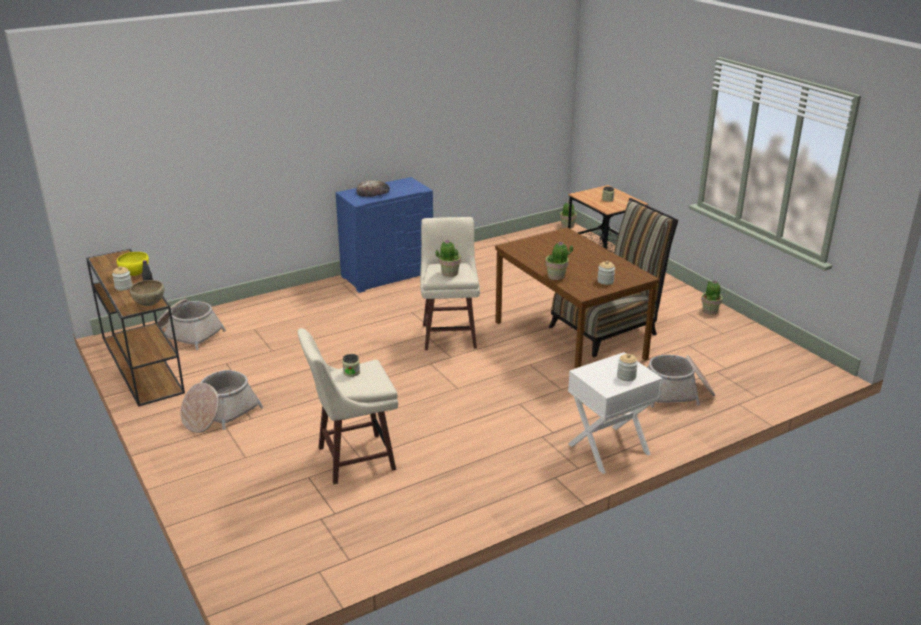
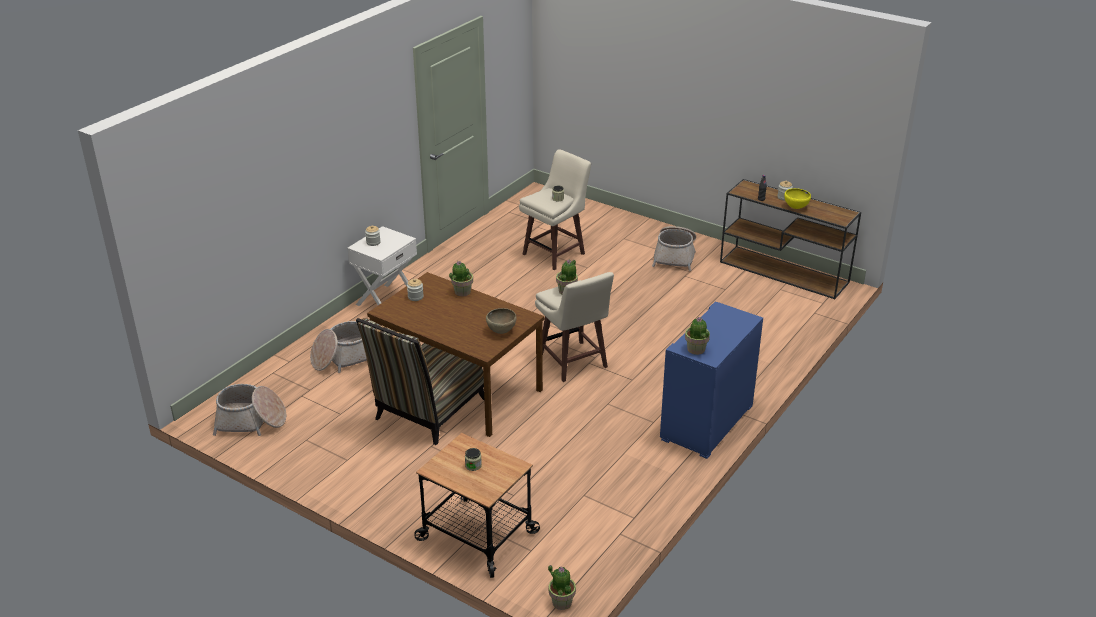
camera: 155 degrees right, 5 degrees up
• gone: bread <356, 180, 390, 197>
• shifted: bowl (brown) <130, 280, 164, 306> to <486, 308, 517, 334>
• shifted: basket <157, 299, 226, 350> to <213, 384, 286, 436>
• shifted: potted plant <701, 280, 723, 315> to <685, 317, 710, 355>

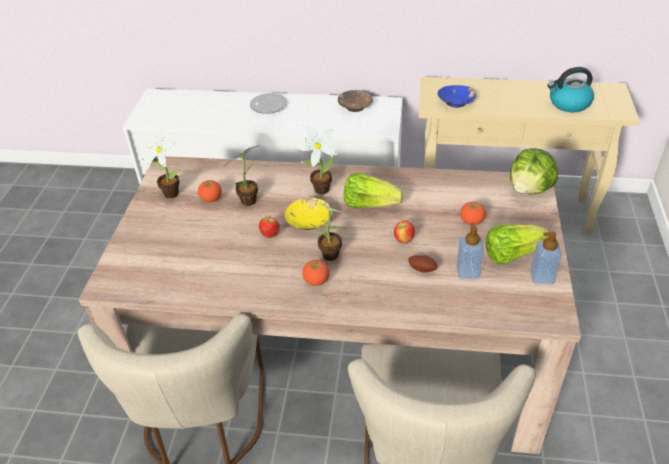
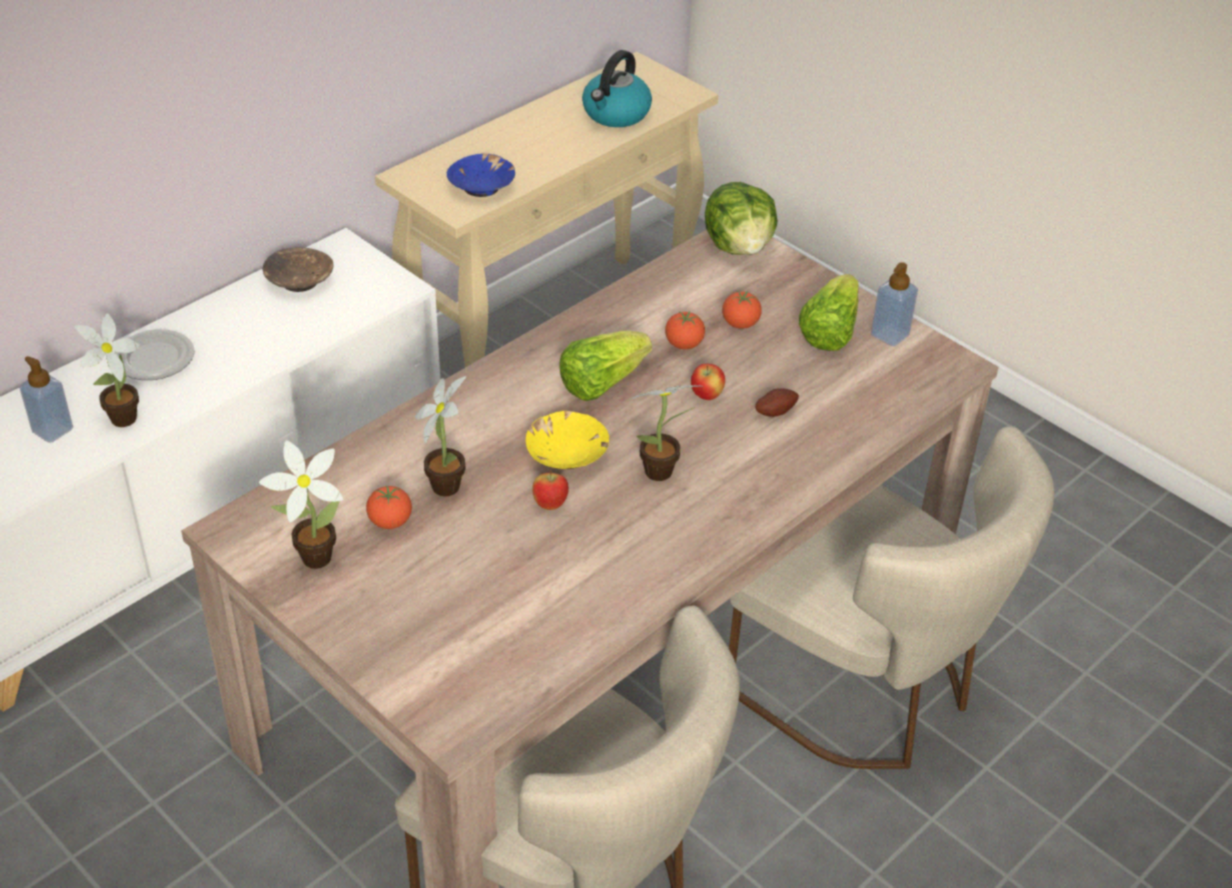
camera: 55 degrees left, 0 degrees up
• shifted: potted plant <296, 126, 338, 195> to <75, 313, 140, 427>
• shifted: tomato <302, 260, 329, 286> to <665, 311, 705, 349>
• shifted: soap dispenser <456, 223, 484, 279> to <19, 356, 73, 443>

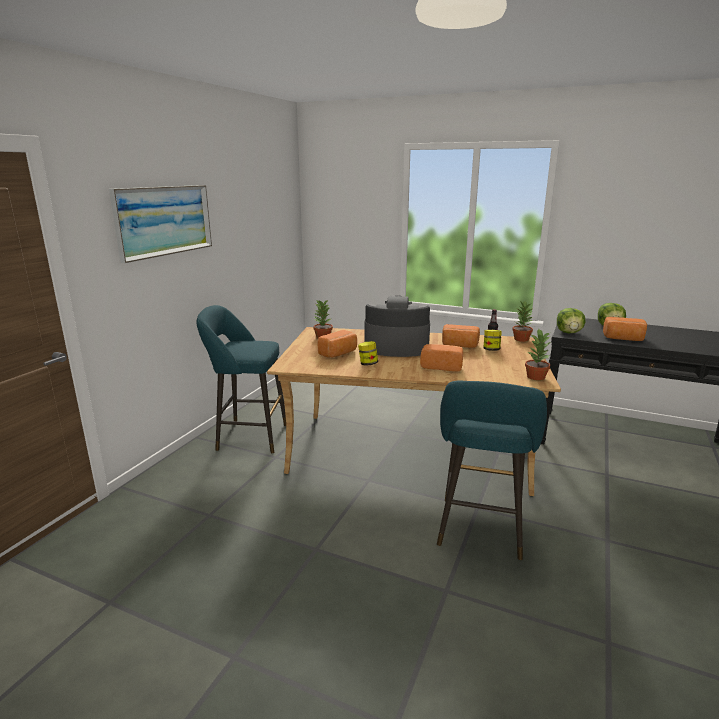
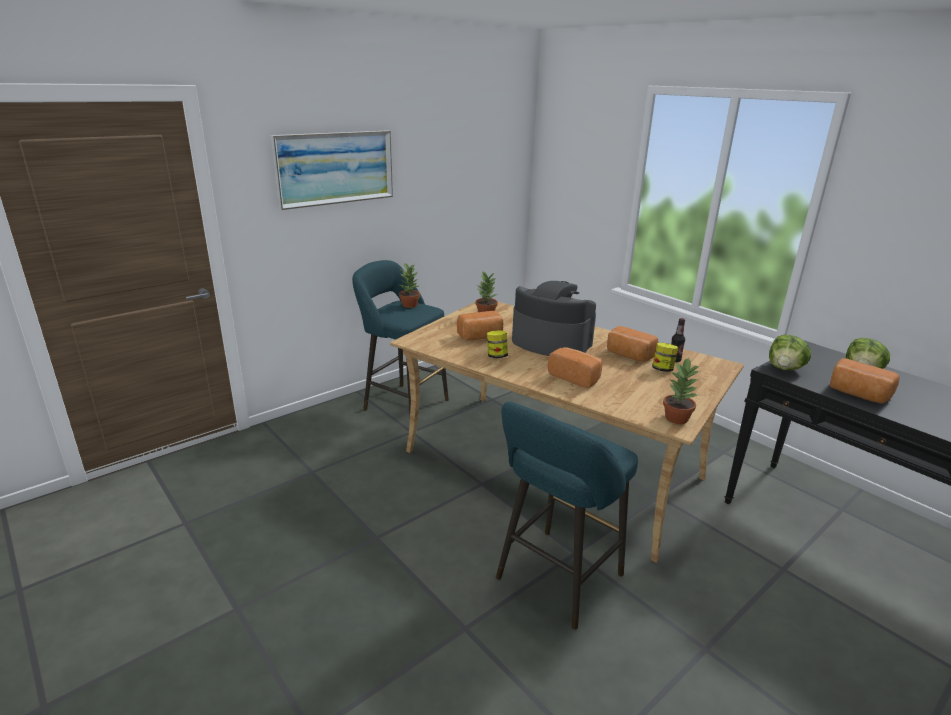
camera: 25 degrees right, 5 degrees up
• shifted: potted plant <512, 301, 533, 342> to <399, 263, 420, 308>

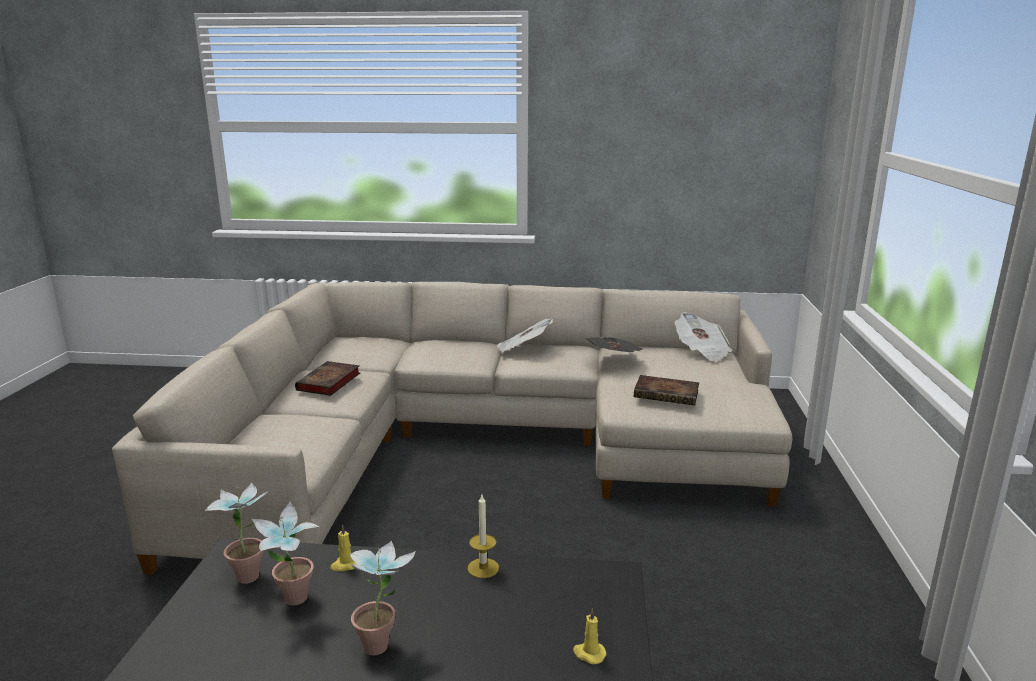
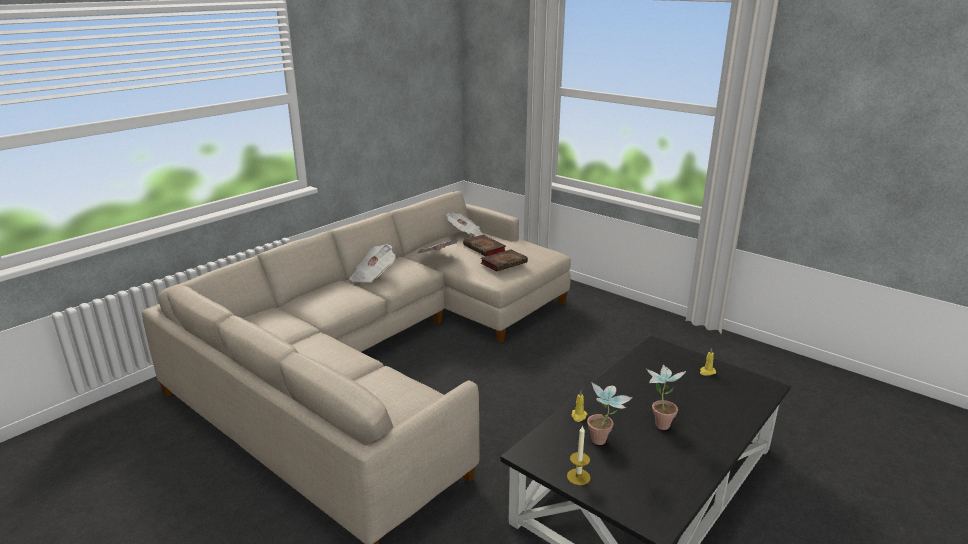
camera: 55 degrees left, 5 degrees up
• gone: potted plant <205, 483, 268, 584>
• shifted: book <295, 361, 360, 396> to <463, 235, 506, 256>
• shifted: candle <467, 495, 499, 578> to <567, 425, 591, 485>

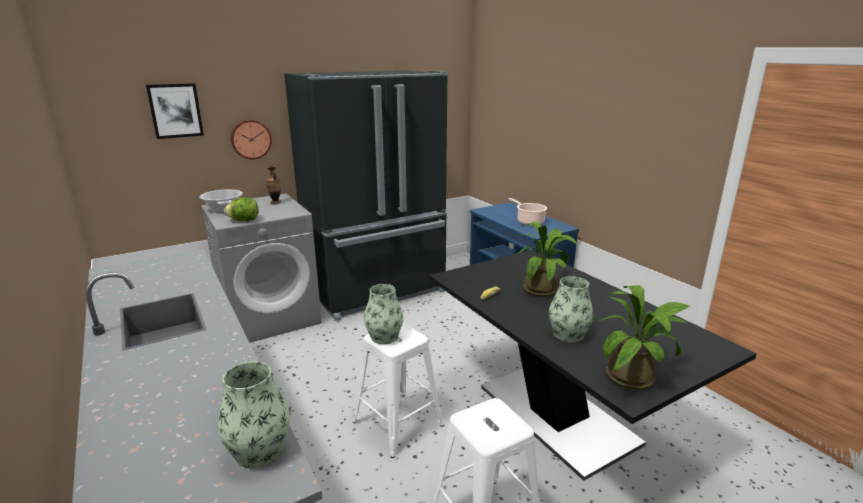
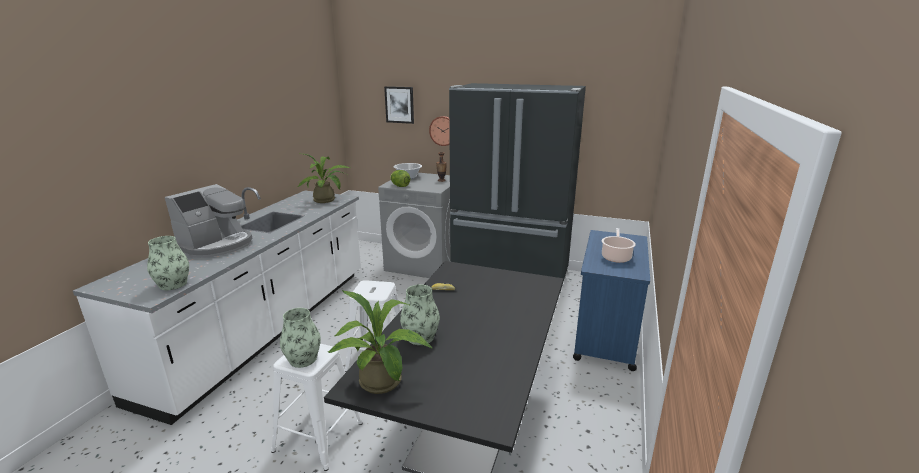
camera: 50 degrees right, 0 degrees up
• new: coffee machine <165, 184, 252, 258>
• shifted: vase <364, 284, 403, 344> to <280, 308, 321, 368>
• shifted: potted plant <516, 222, 577, 297> to <297, 154, 350, 203>

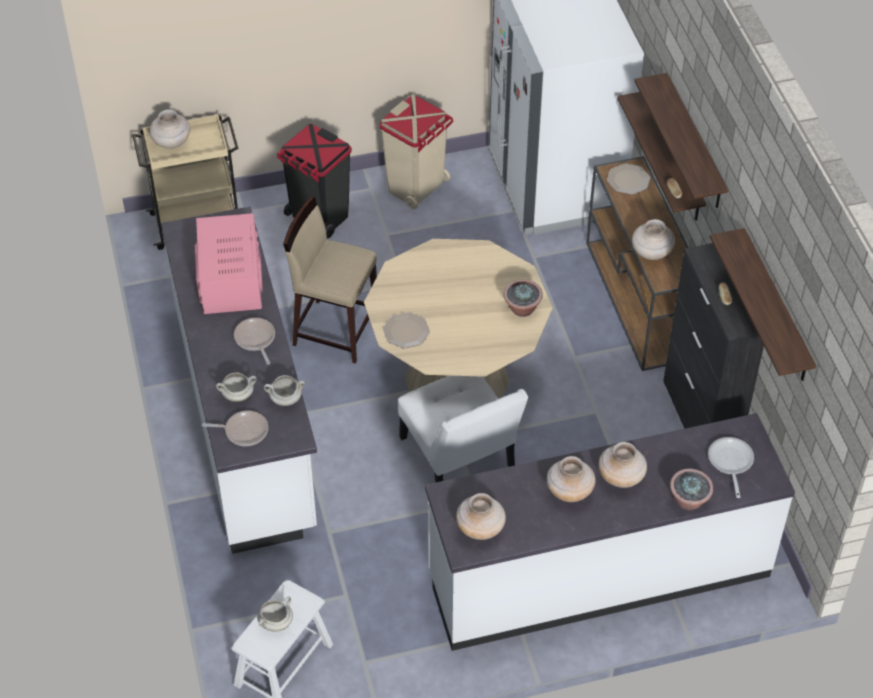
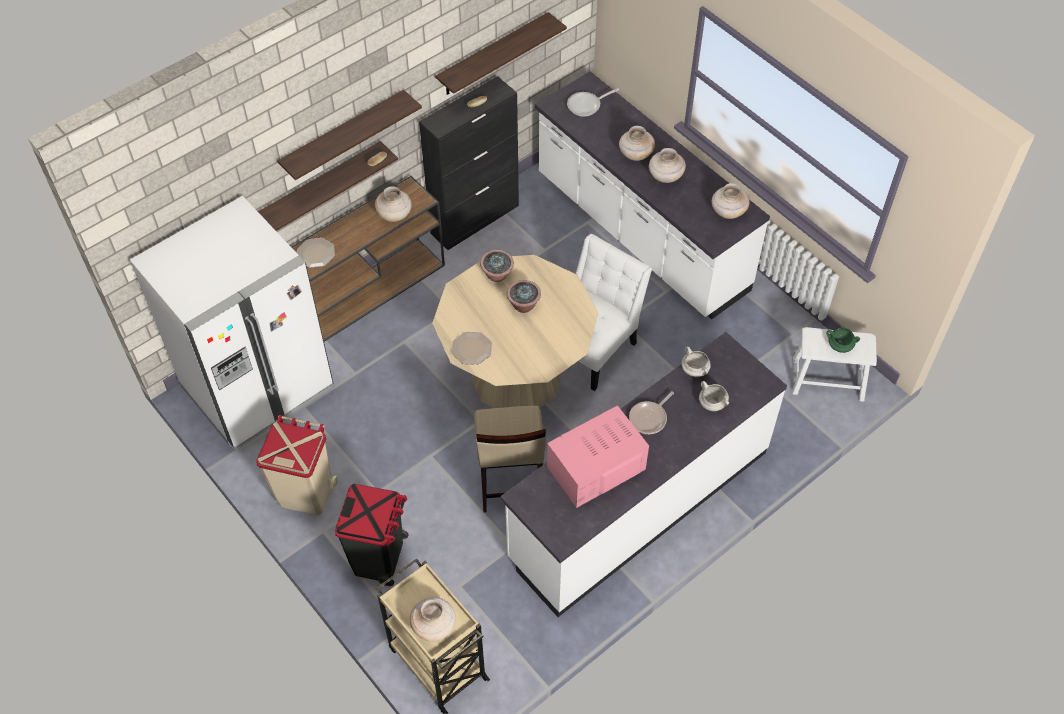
camera: 115 degrees left, 5 degrees up
• gone: frying pan <201, 411, 268, 446>
• shifted: plate <383, 312, 430, 349> to <452, 332, 492, 365>
• shifted: potted plant <670, 469, 713, 510> to <507, 280, 541, 313>
• repainted: cooking pot (white) <257, 596, 293, 632> to cooking pot (green) <827, 327, 860, 353>

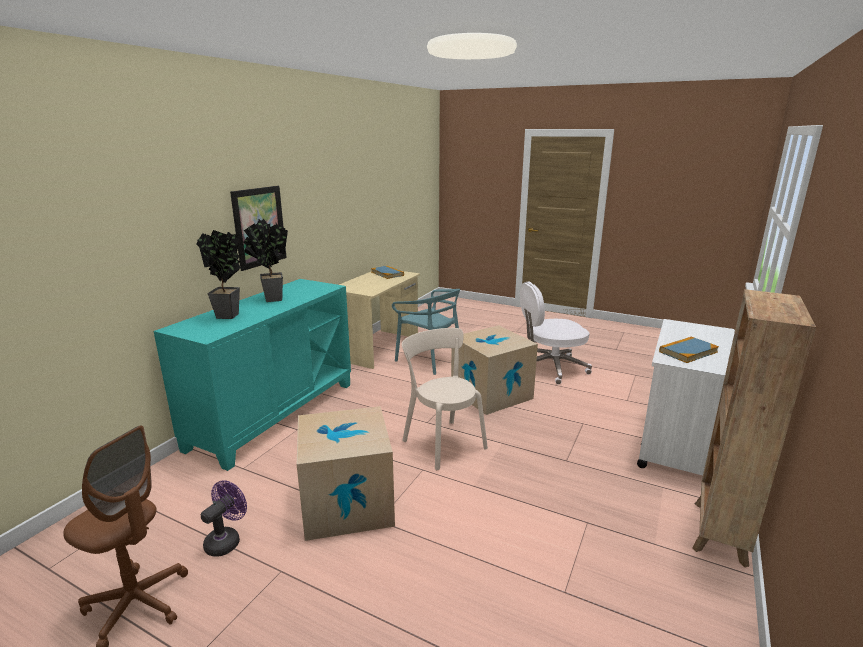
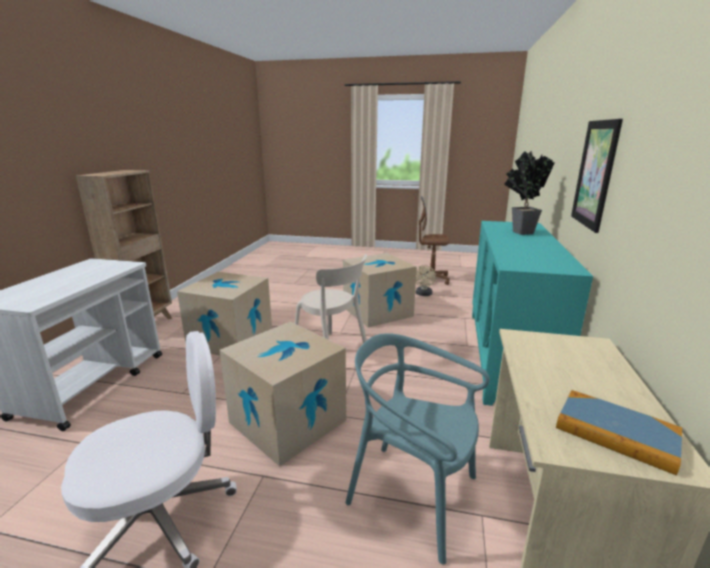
camera: 165 degrees right, 0 degrees up
• gone: potted plant <243, 219, 288, 302>
• gone: book <659, 337, 719, 363>
• new: cardboard box <177, 272, 272, 356>
• repainted: fan (purple) <201, 480, 247, 557> to fan (beige) <416, 265, 436, 296>

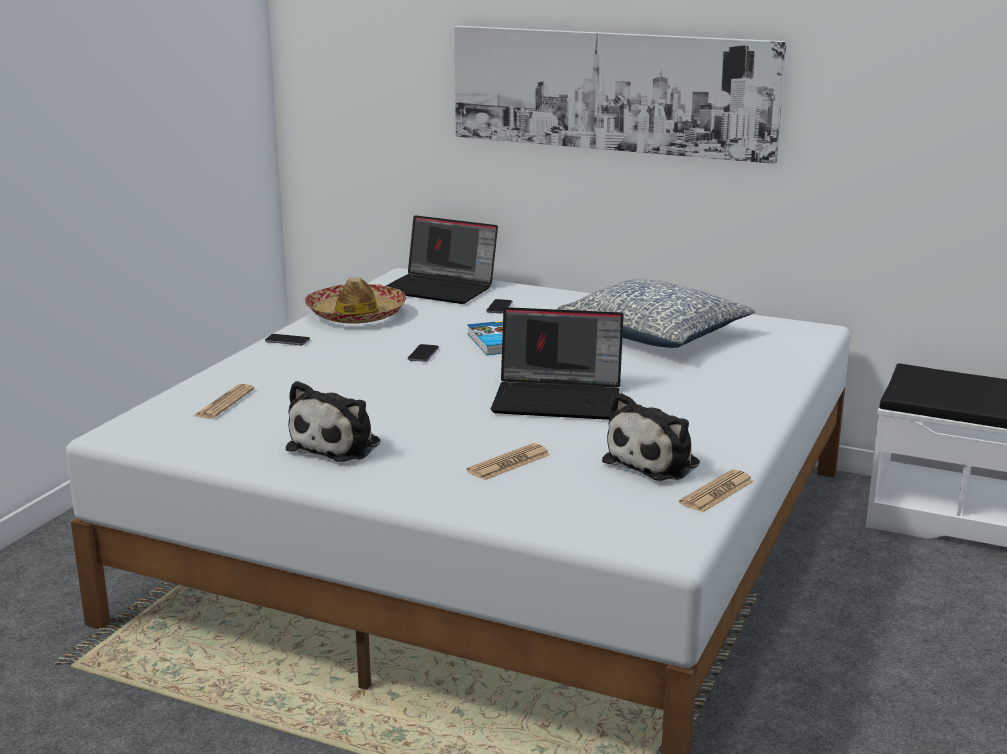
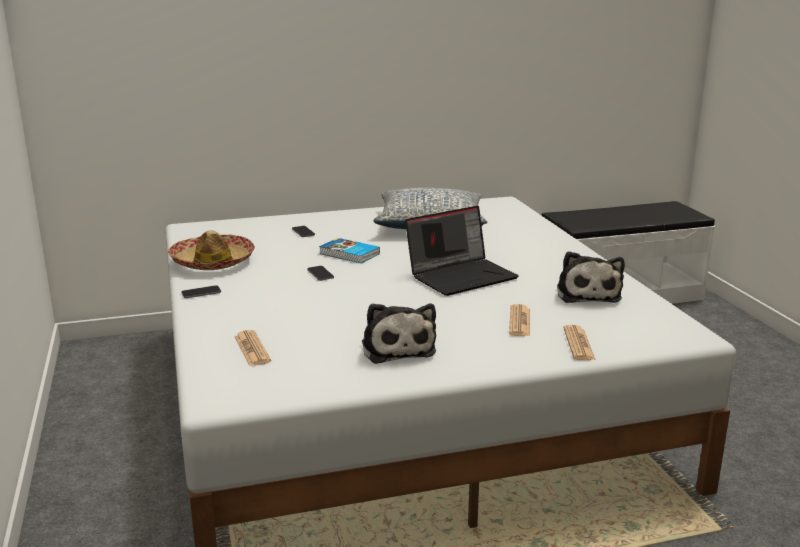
camera: 40 degrees left, 0 degrees up
• gone: laptop <385, 215, 498, 304>
• gone: picture <454, 26, 786, 164>
• shifted: newspaper <679, 469, 754, 512> to <563, 325, 596, 360>

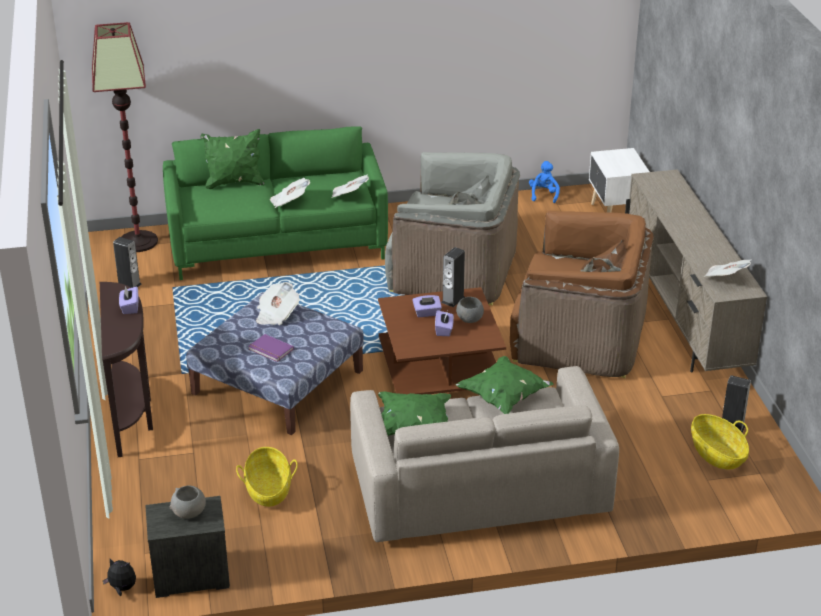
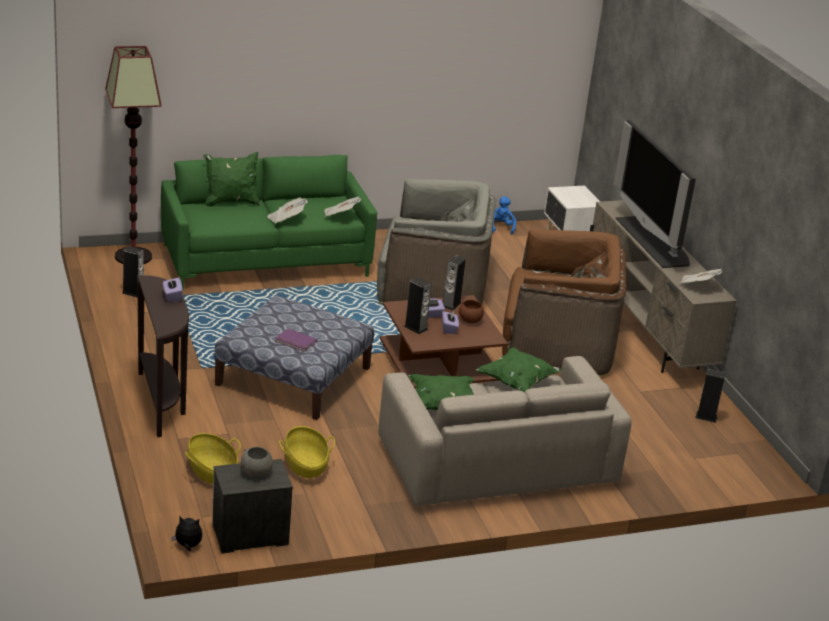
camera: 10 degrees left, 5 degrees down
• gone: newspaper <256, 282, 299, 325>
• new: speaker <404, 277, 432, 334>
• new: television <614, 120, 696, 268>
• shifted: basket <691, 414, 749, 469> to <185, 433, 241, 484>
• repainted: bowl (grey) <456, 297, 484, 323> to bowl (brown) <459, 300, 484, 323>

